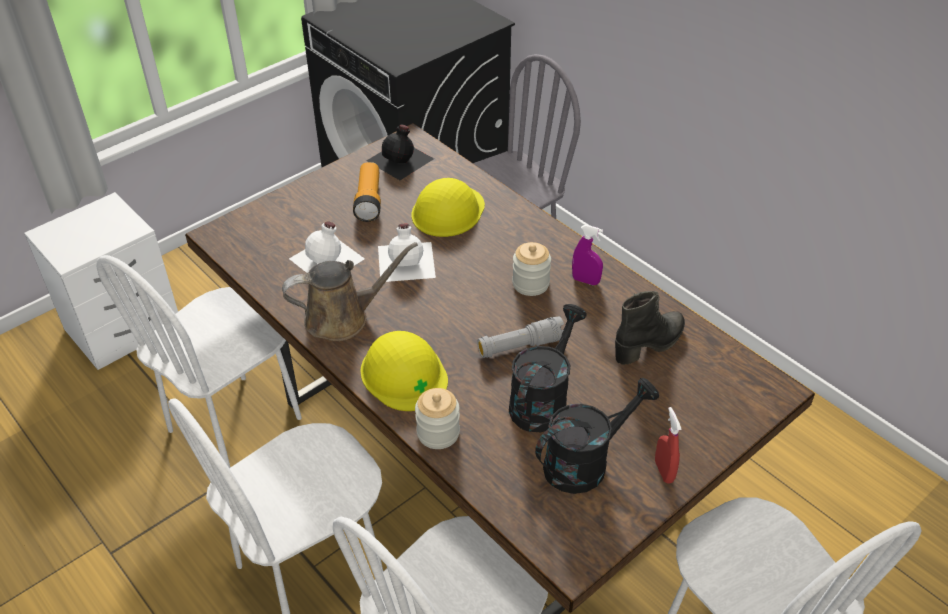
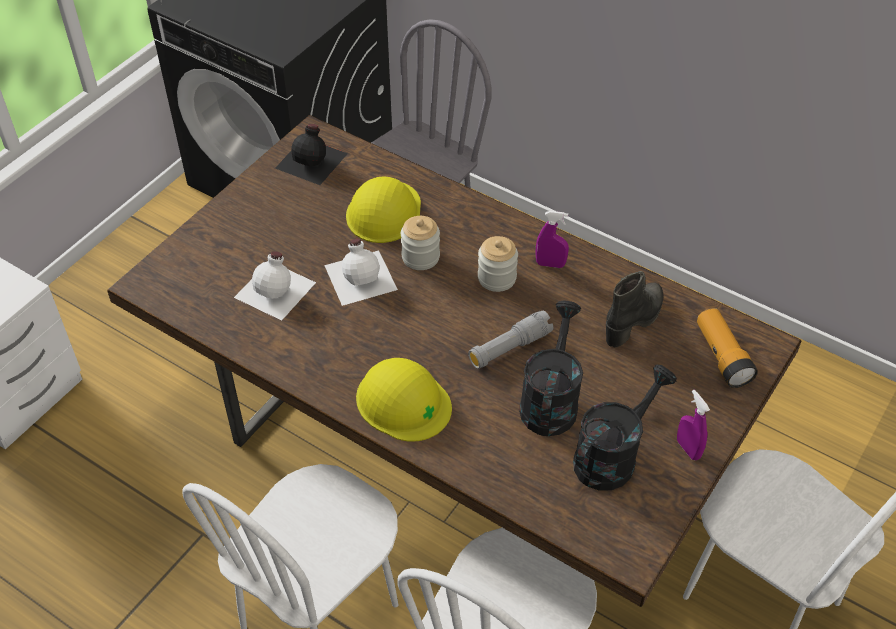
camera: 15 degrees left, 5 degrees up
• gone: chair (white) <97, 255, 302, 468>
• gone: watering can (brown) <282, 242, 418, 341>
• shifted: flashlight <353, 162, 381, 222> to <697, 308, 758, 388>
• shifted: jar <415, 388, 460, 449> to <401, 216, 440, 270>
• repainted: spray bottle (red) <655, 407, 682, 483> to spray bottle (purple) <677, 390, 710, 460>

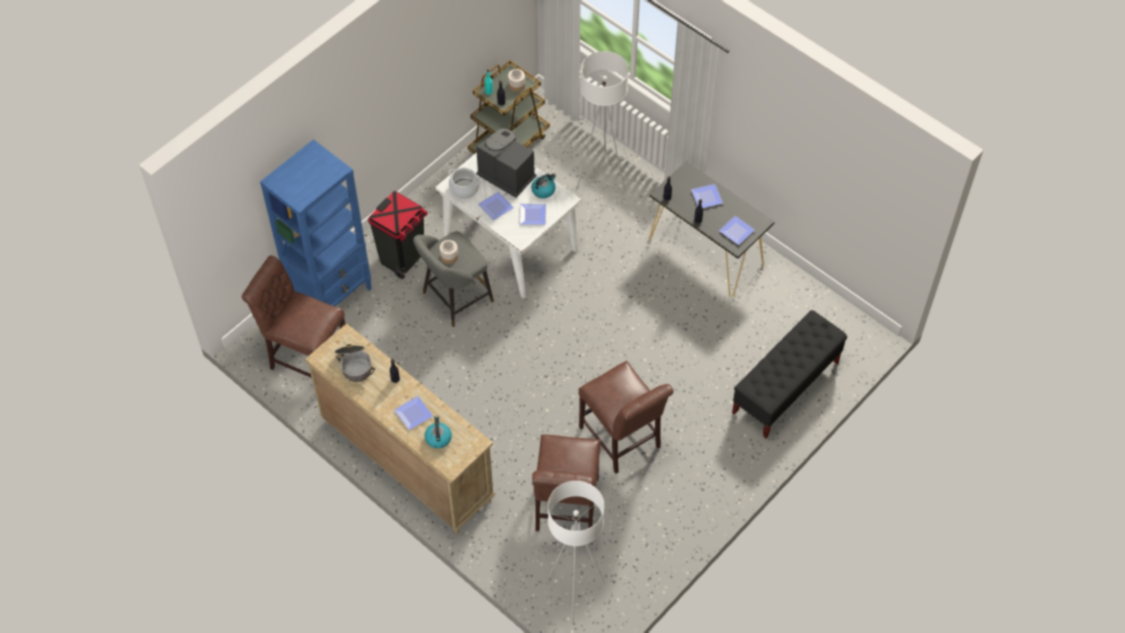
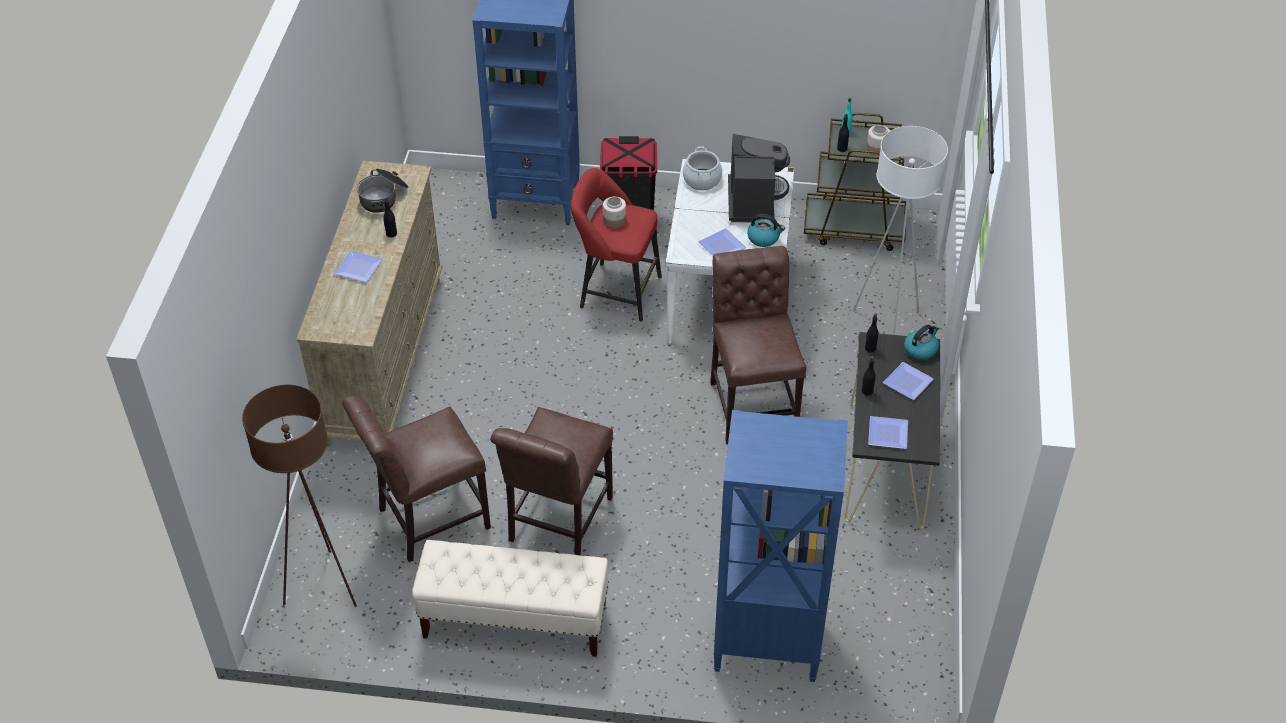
camera: 55 degrees right, 10 degrees down
• gone: plate <478, 192, 514, 221>
• new: bench (beige) <412, 540, 609, 657>
• shifted: chair (brown) <242, 255, 345, 378> to <710, 246, 806, 444>
• shifted: kettle <425, 416, 452, 448> to <904, 325, 939, 360>
• swapped: bench (black) <732, 310, 847, 438> to bookcase (blue) <714, 410, 848, 682>
• repainted: stool (grey) <413, 231, 494, 327> to stool (red) <571, 168, 662, 322>
• repainted: floor lamp (white) <548, 481, 605, 623> to floor lamp (brown) <242, 385, 357, 607>

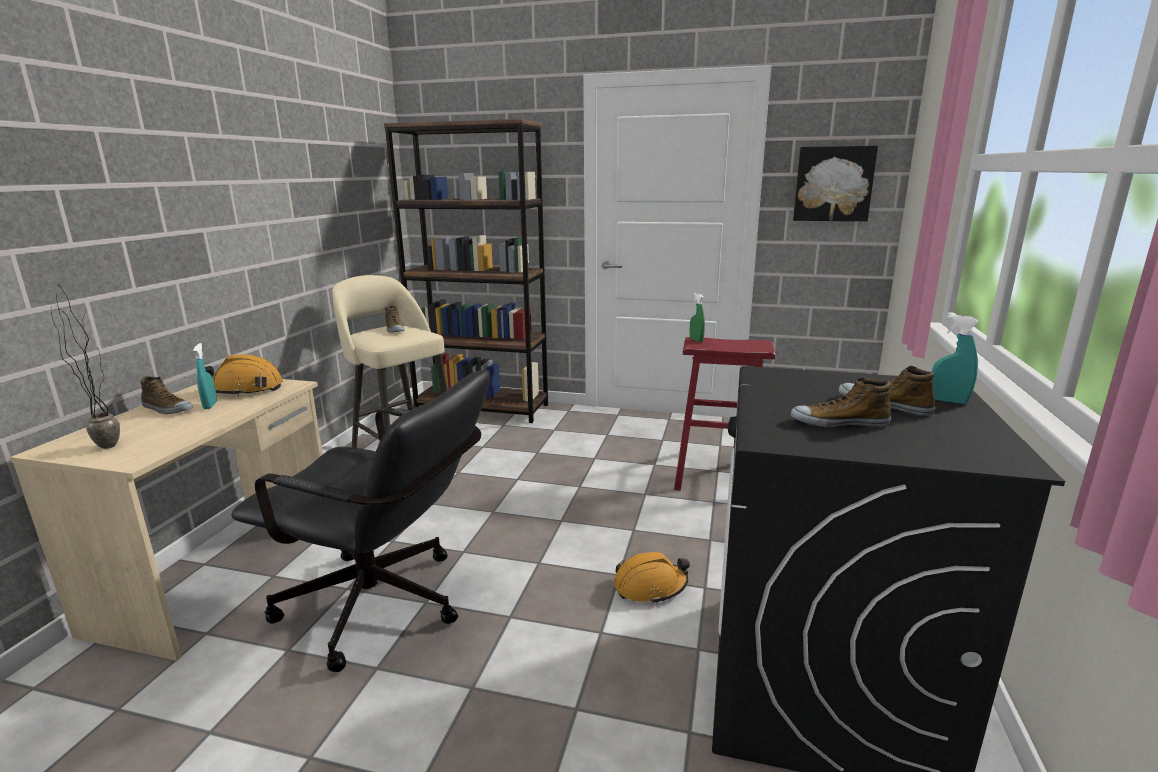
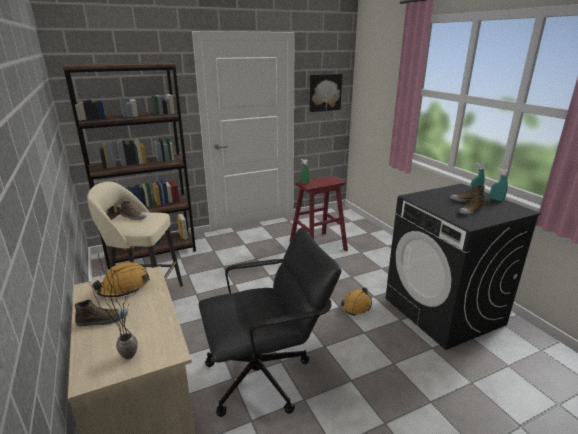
camera: 40 degrees left, 5 degrees up
• shifted: spray bottle (turquoise) <193, 343, 217, 409> to <490, 168, 509, 201>

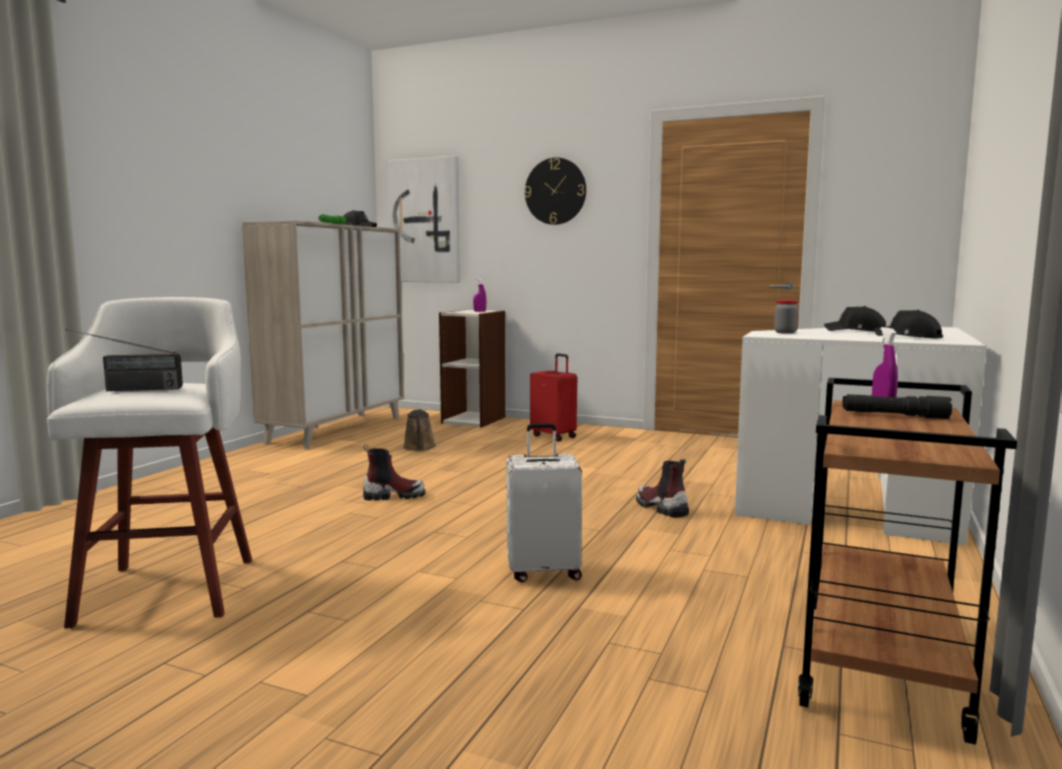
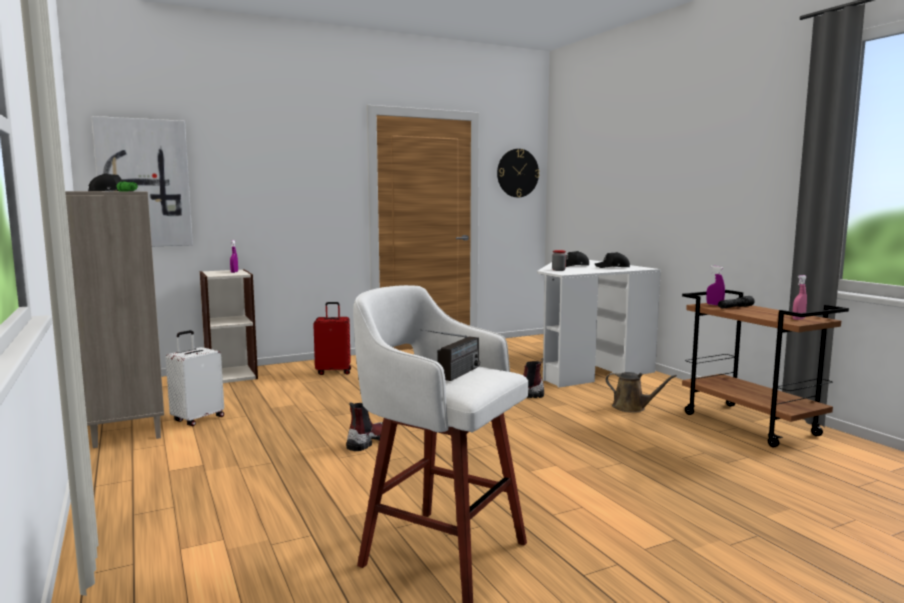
camera: 50 degrees left, 0 degrees up
• new: spray bottle (pink) <792, 275, 807, 320>
• shifted: watering can (brown) <403, 410, 436, 451> to <606, 372, 677, 413>
• shifted: suitcase (white) <506, 423, 582, 582> to <166, 330, 224, 426>
• shifted: wall clock <524, 158, 586, 225> to <497, 149, 539, 197>

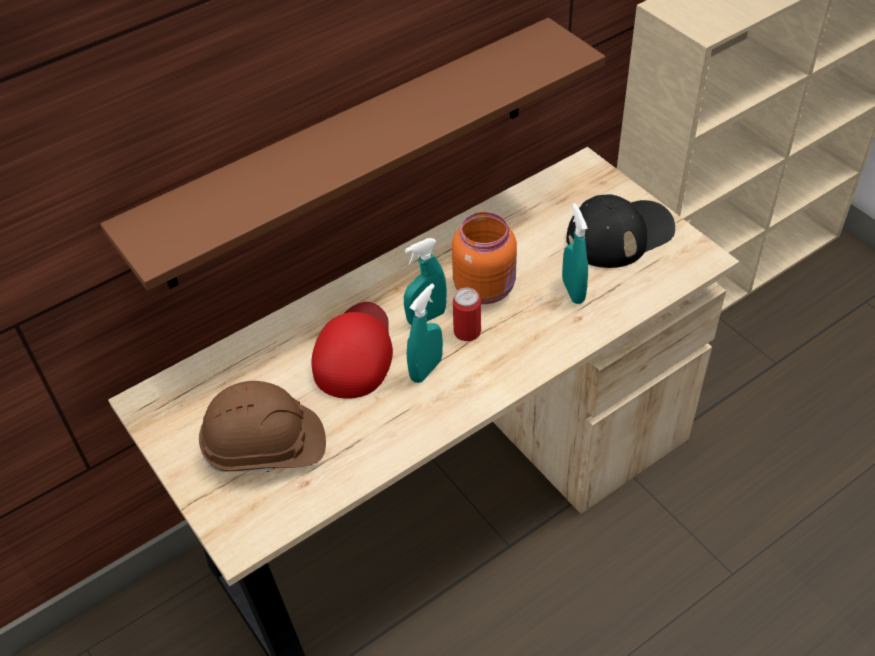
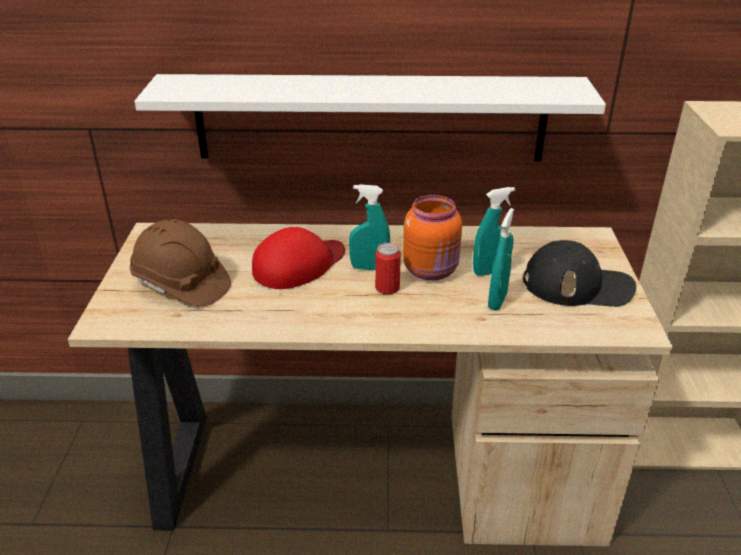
camera: 35 degrees right, 15 degrees down
• shifted: spray bottle (turquoise) <407, 284, 443, 383> to <473, 187, 515, 276>
• repainted: shelf (brown) <100, 18, 605, 291> to shelf (white) <135, 74, 606, 161>

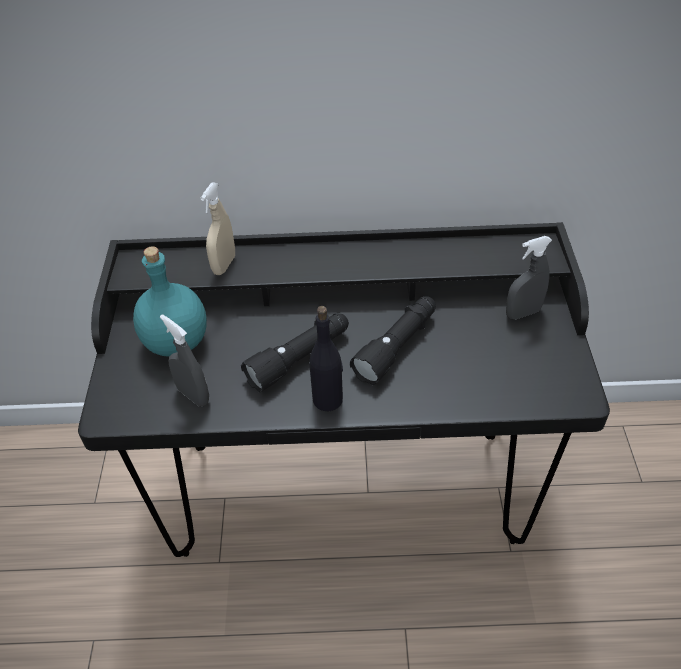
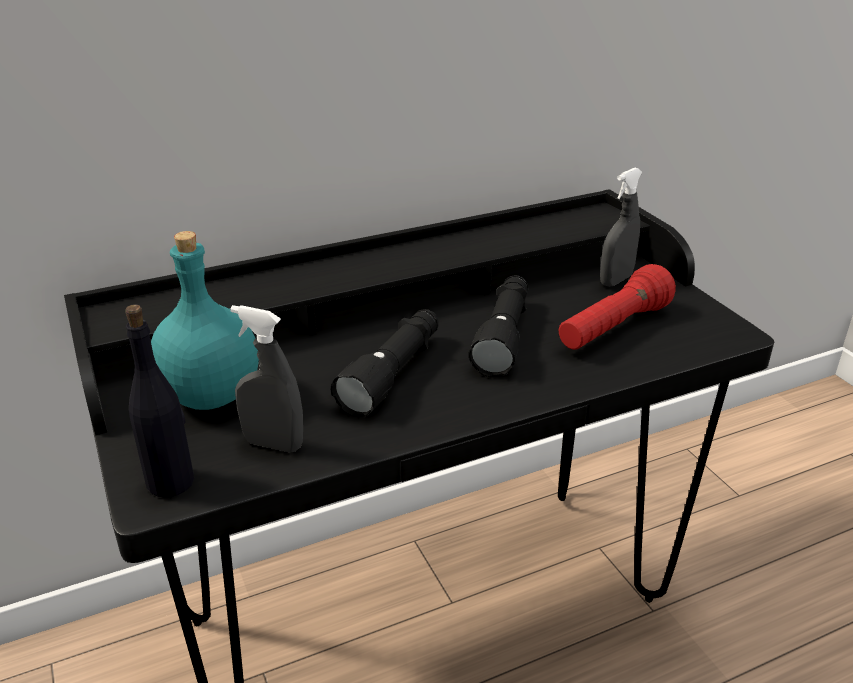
camera: 25 degrees left, 15 degrees down
• gone: spray bottle (beige) <201, 182, 235, 275>
• new: flashlight (red) <559, 264, 676, 350>
• shifted: bottle (black) <309, 306, 343, 411> to <125, 304, 194, 497>

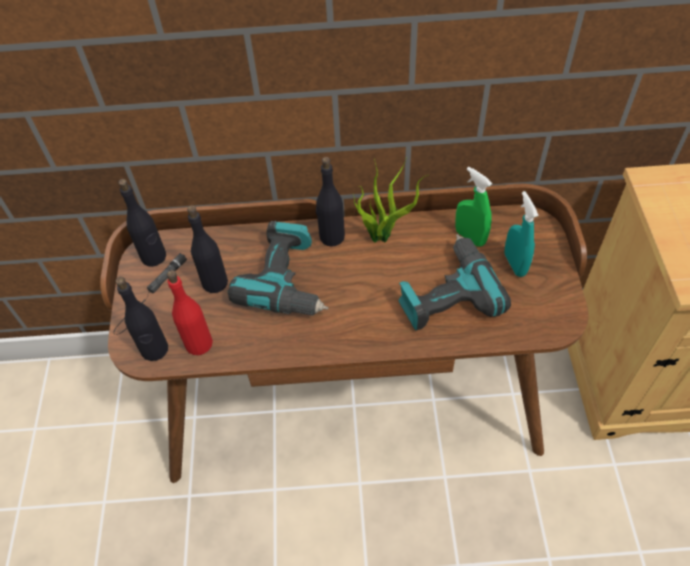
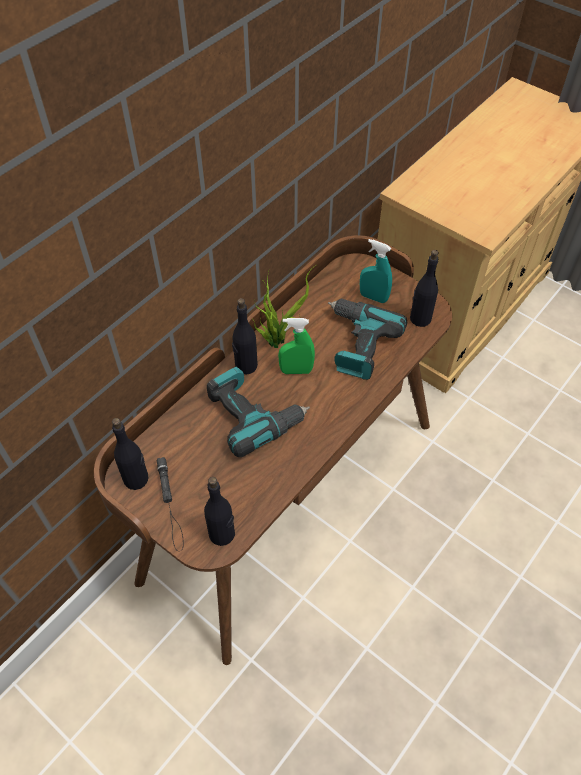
camera: 50 degrees left, 0 degrees up
• gone: bottle (red) <167, 270, 213, 355>
• shifted: bottle (black) <187, 206, 228, 293> to <410, 250, 438, 327>
• shifted: spray bottle (green) <455, 167, 492, 247> to <278, 318, 315, 374>

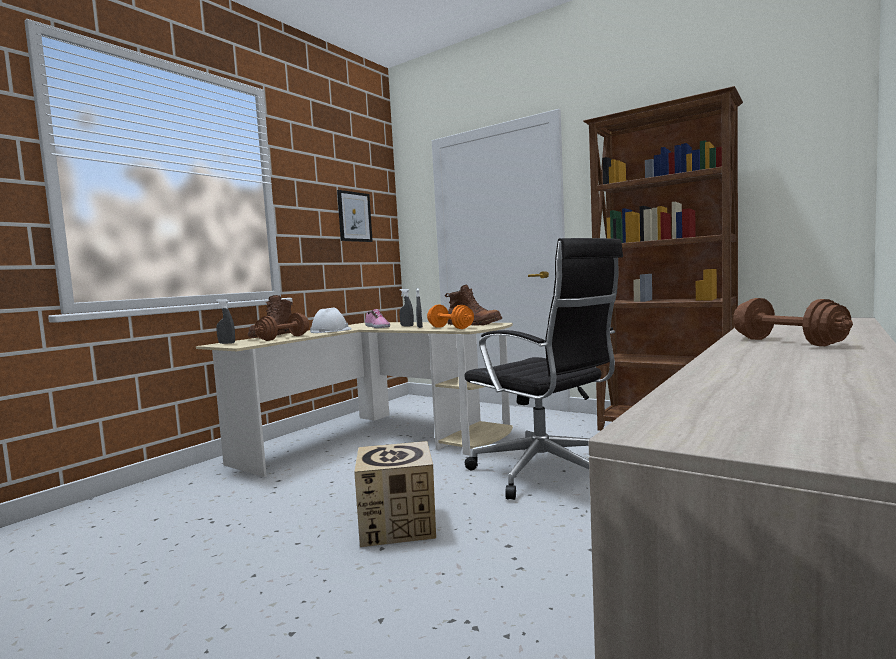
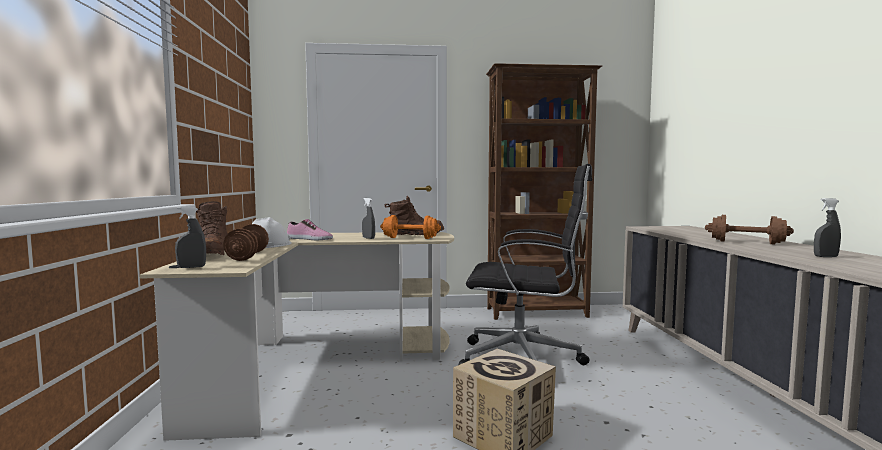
camera: 40 degrees left, 0 degrees up
• gone: picture <337, 190, 373, 242>
• shifted: spray bottle (grey) <399, 289, 414, 326> to <814, 198, 841, 257>

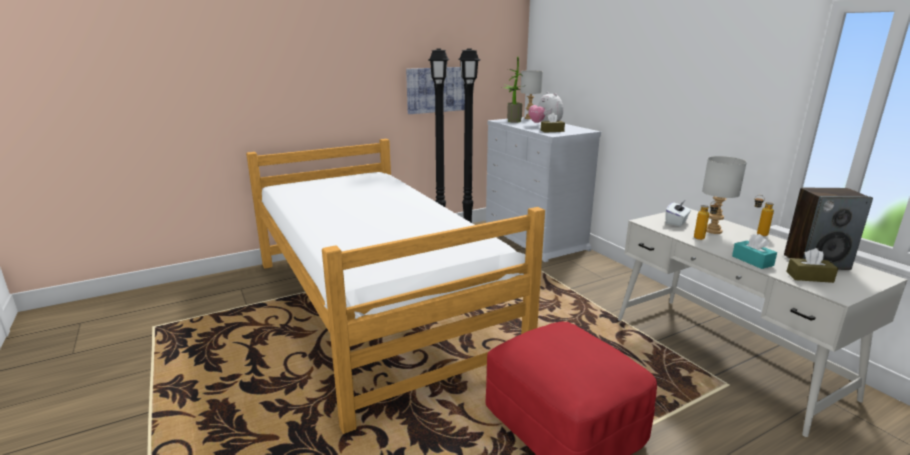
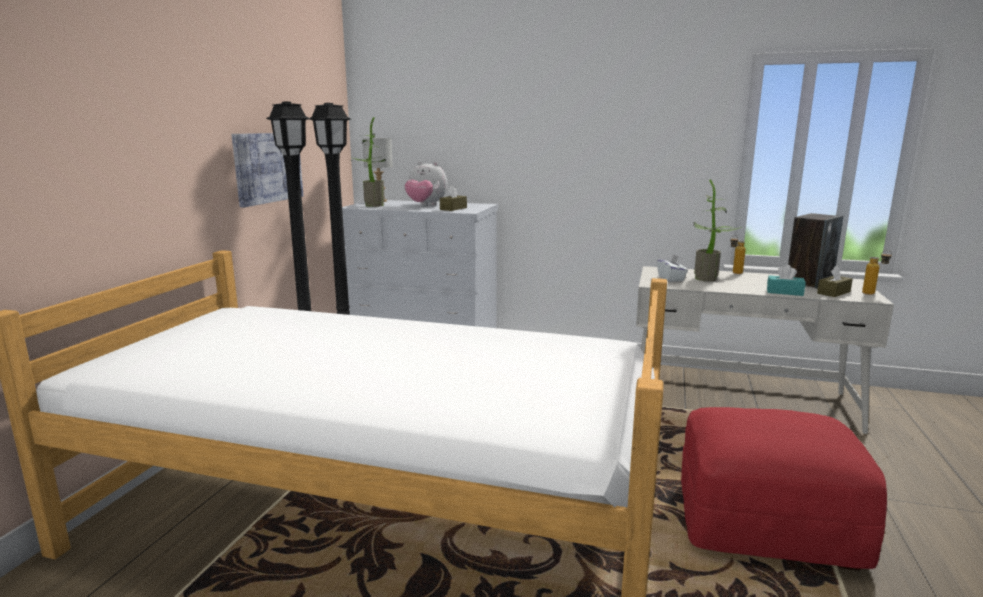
camera: 45 degrees left, 5 degrees down
• shifted: bottle <694, 201, 719, 240> to <862, 250, 892, 295>
• swapped: table lamp (grey) <702, 156, 747, 234> to potted plant <693, 179, 742, 281>

